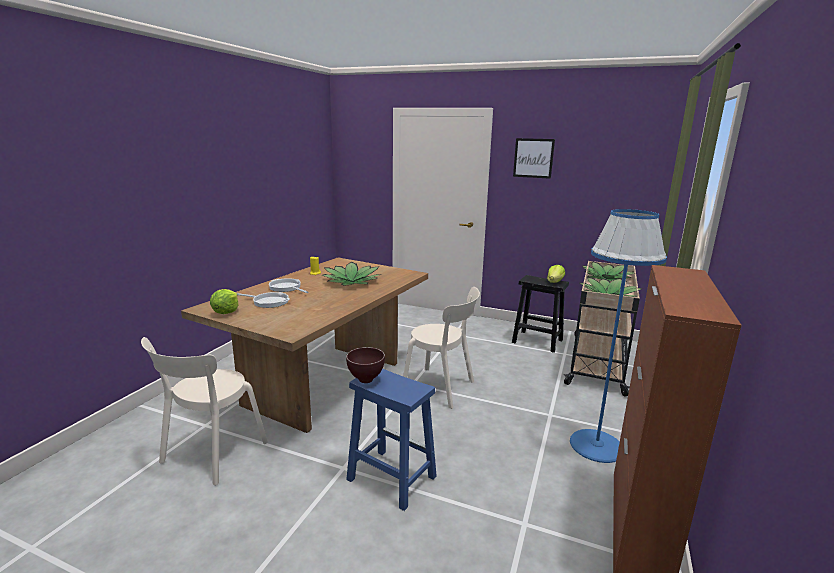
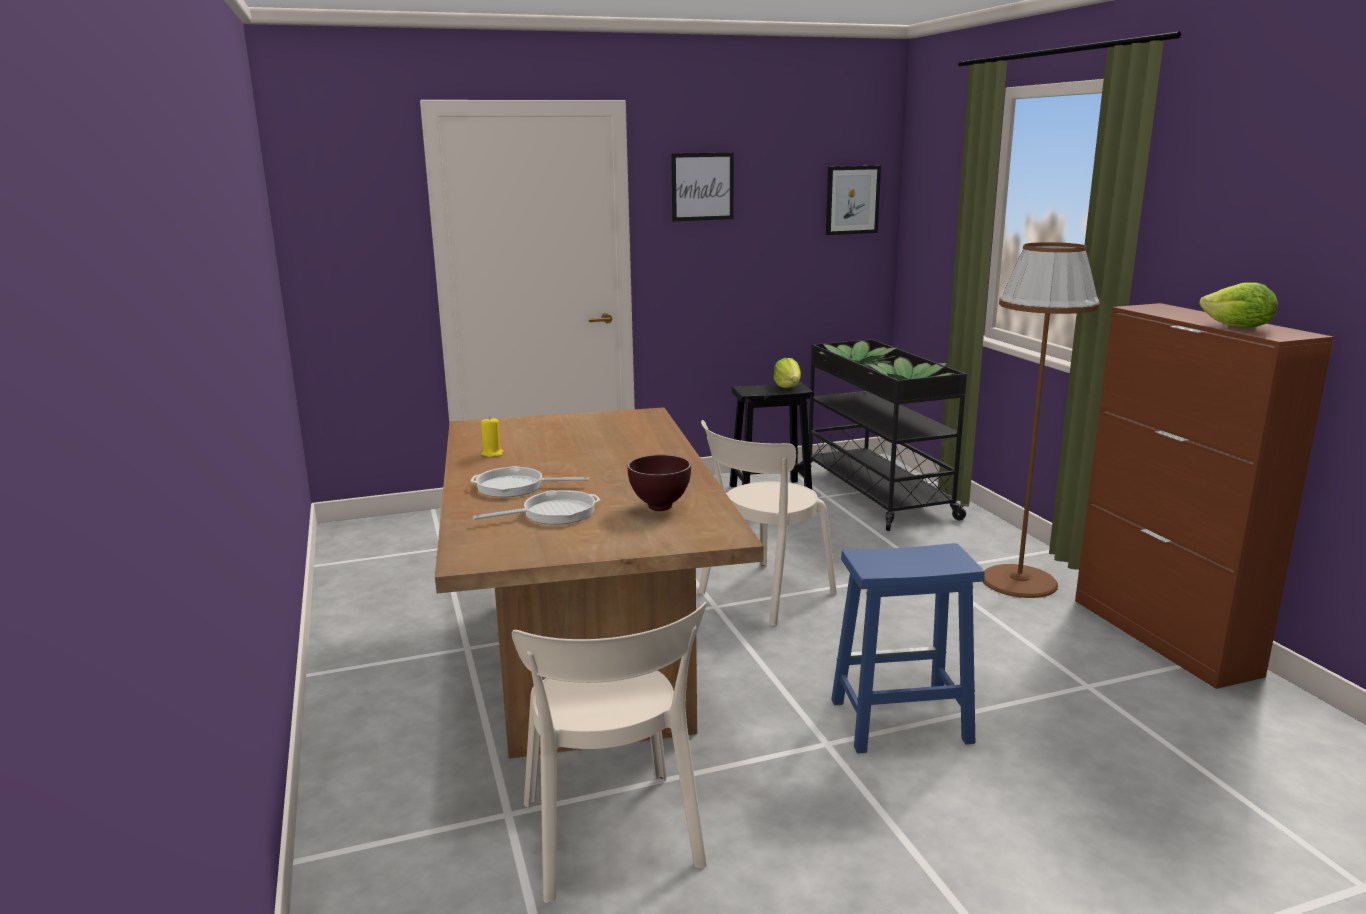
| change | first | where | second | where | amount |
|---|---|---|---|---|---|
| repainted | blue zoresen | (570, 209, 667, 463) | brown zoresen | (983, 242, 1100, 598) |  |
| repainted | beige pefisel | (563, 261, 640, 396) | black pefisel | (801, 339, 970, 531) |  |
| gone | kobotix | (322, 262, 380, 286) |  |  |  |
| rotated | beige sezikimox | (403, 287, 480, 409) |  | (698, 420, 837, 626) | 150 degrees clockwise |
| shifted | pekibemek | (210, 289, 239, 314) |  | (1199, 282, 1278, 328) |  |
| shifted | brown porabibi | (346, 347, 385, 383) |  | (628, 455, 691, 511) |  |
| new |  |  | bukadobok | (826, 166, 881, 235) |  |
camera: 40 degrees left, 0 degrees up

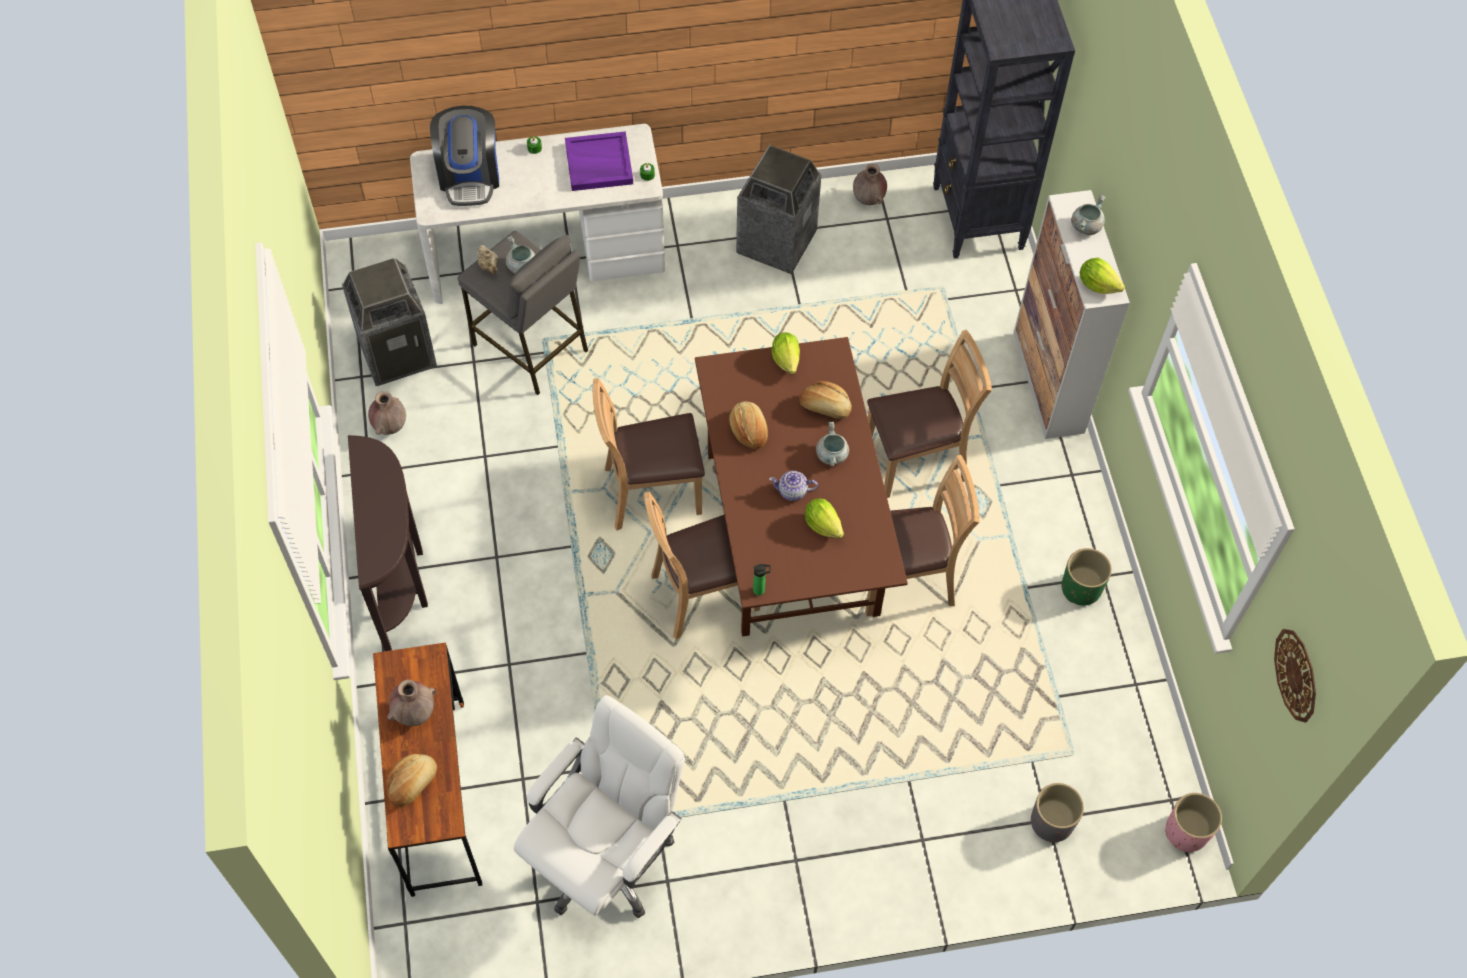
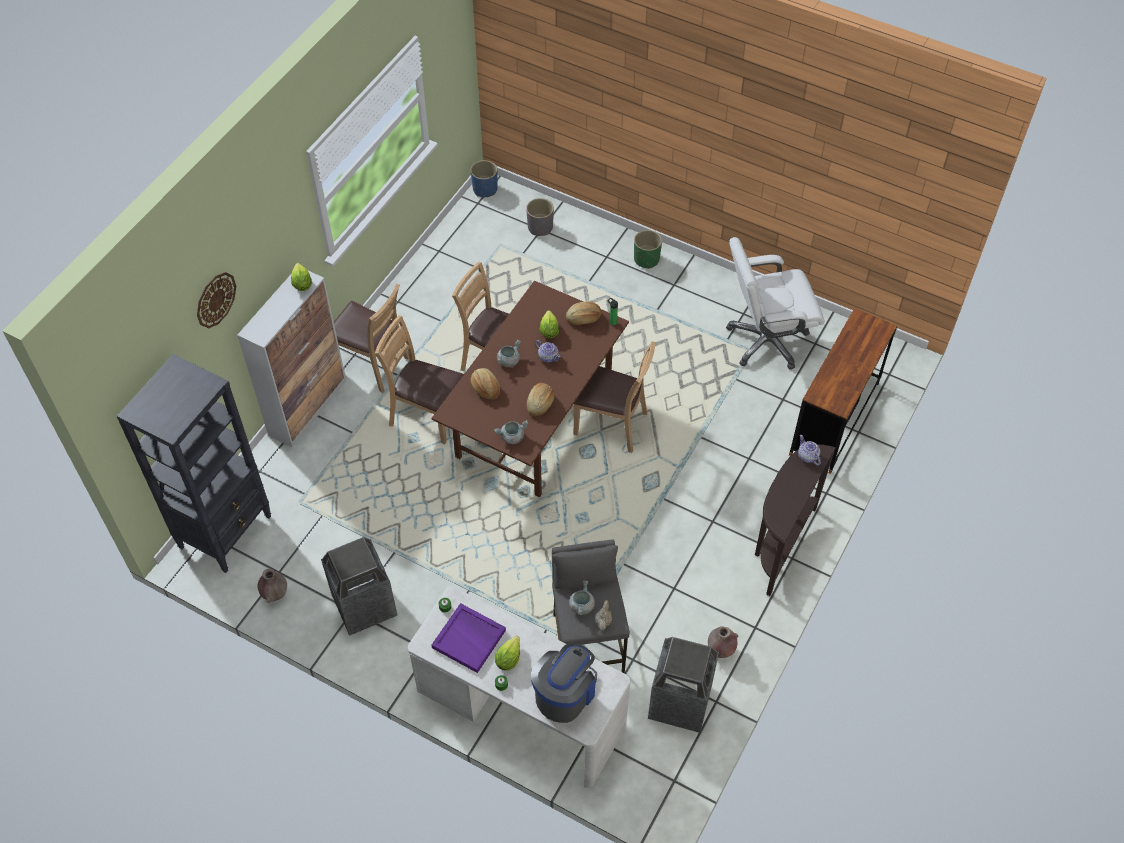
| change | first | where | second | where | amount |
|---|---|---|---|---|---|
| shifted | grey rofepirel | (1071, 195, 1106, 235) |  | (494, 420, 528, 444) |  |
| shifted | pekibemek | (772, 332, 800, 374) |  | (494, 636, 520, 670) |  |
| shifted | brown sezikimox | (593, 378, 705, 531) |  | (334, 284, 409, 393) |  |
| shifted | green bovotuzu | (1061, 548, 1112, 605) |  | (634, 230, 662, 269) |  |
| shifted | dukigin | (1274, 629, 1316, 723) |  | (197, 272, 236, 328) |  |
| gone | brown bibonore | (387, 680, 436, 726) |  |  |  |
| shifted | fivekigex | (386, 754, 437, 807) |  | (566, 302, 602, 325) |  |
| repainted | pink bovotuzu | (1165, 793, 1222, 852) | blue bovotuzu | (471, 160, 498, 197) |  |
| new |  |  | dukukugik | (798, 435, 821, 466) |  |
camera: 140 degrees left, 5 degrees down

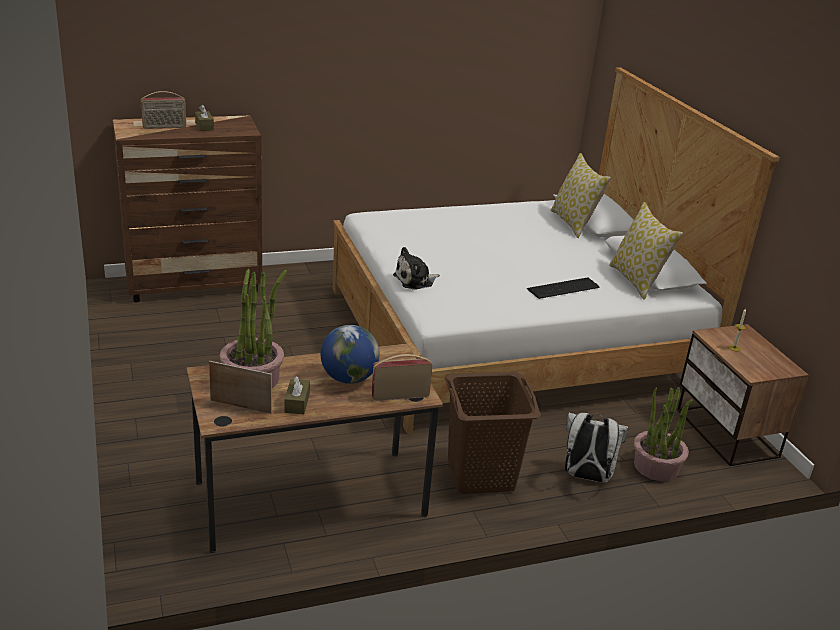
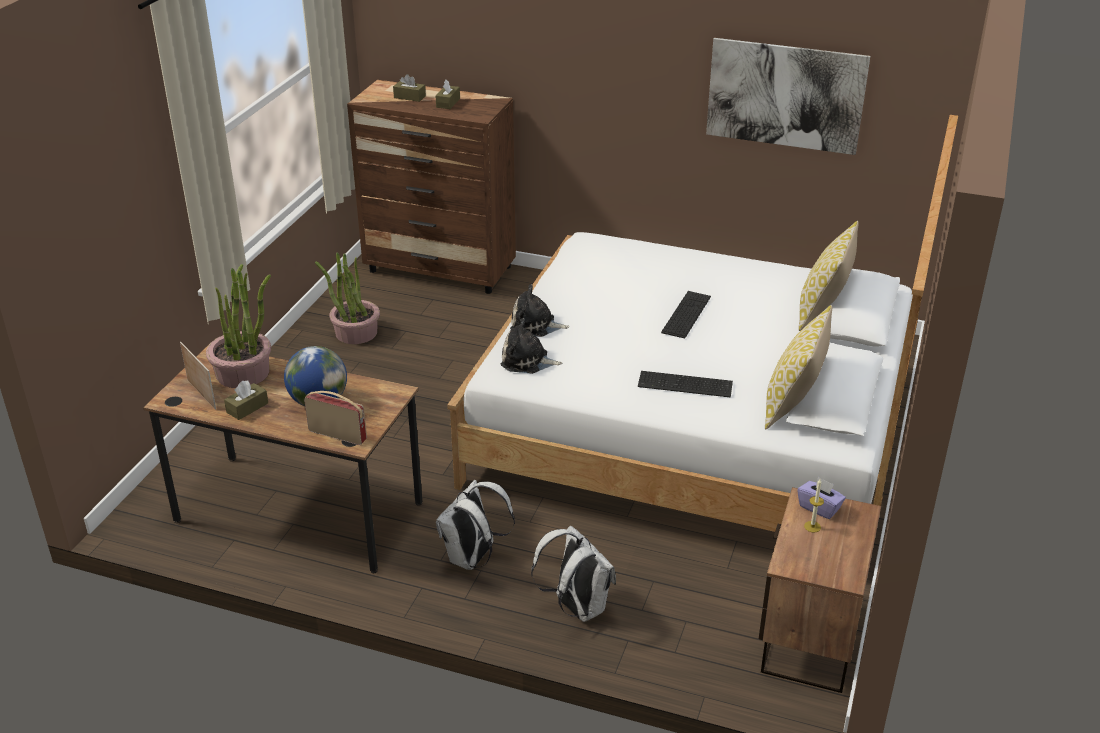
| change | first | where | second | where | amount |
|---|---|---|---|---|---|
| swapped | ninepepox | (140, 91, 186, 129) | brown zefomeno | (393, 74, 426, 102) |  |
| swapped | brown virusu | (445, 372, 541, 494) | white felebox | (436, 480, 515, 570) |  |
| shifted | kobotix | (634, 387, 693, 481) |  | (315, 252, 380, 344) |  |
| new |  |  | bukadobok | (706, 38, 870, 155) |  |
| new |  |  | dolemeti | (661, 291, 711, 338) |  |
| new |  |  | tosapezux | (501, 318, 562, 374) |  |
| new |  |  | purple zefomeno | (797, 477, 846, 519) |  |
camera: 40 degrees right, 5 degrees up

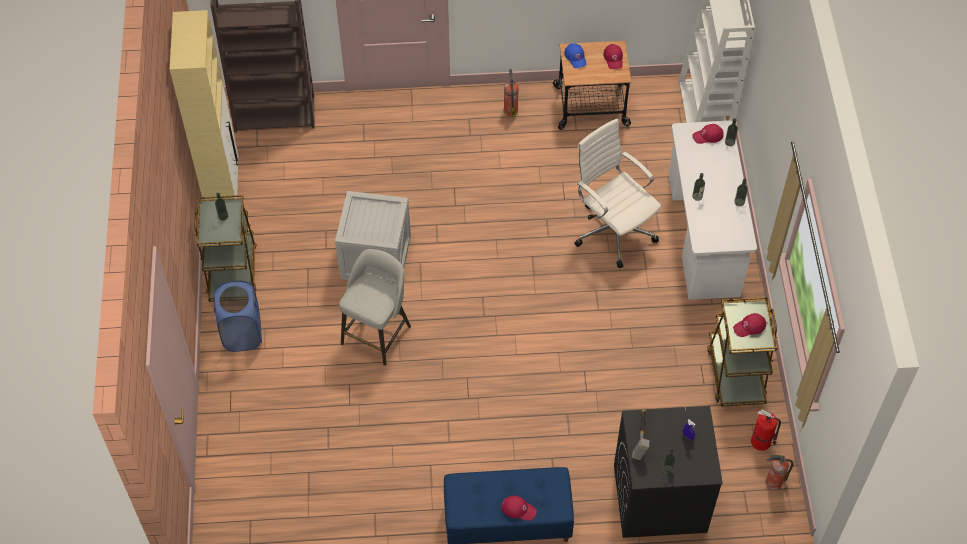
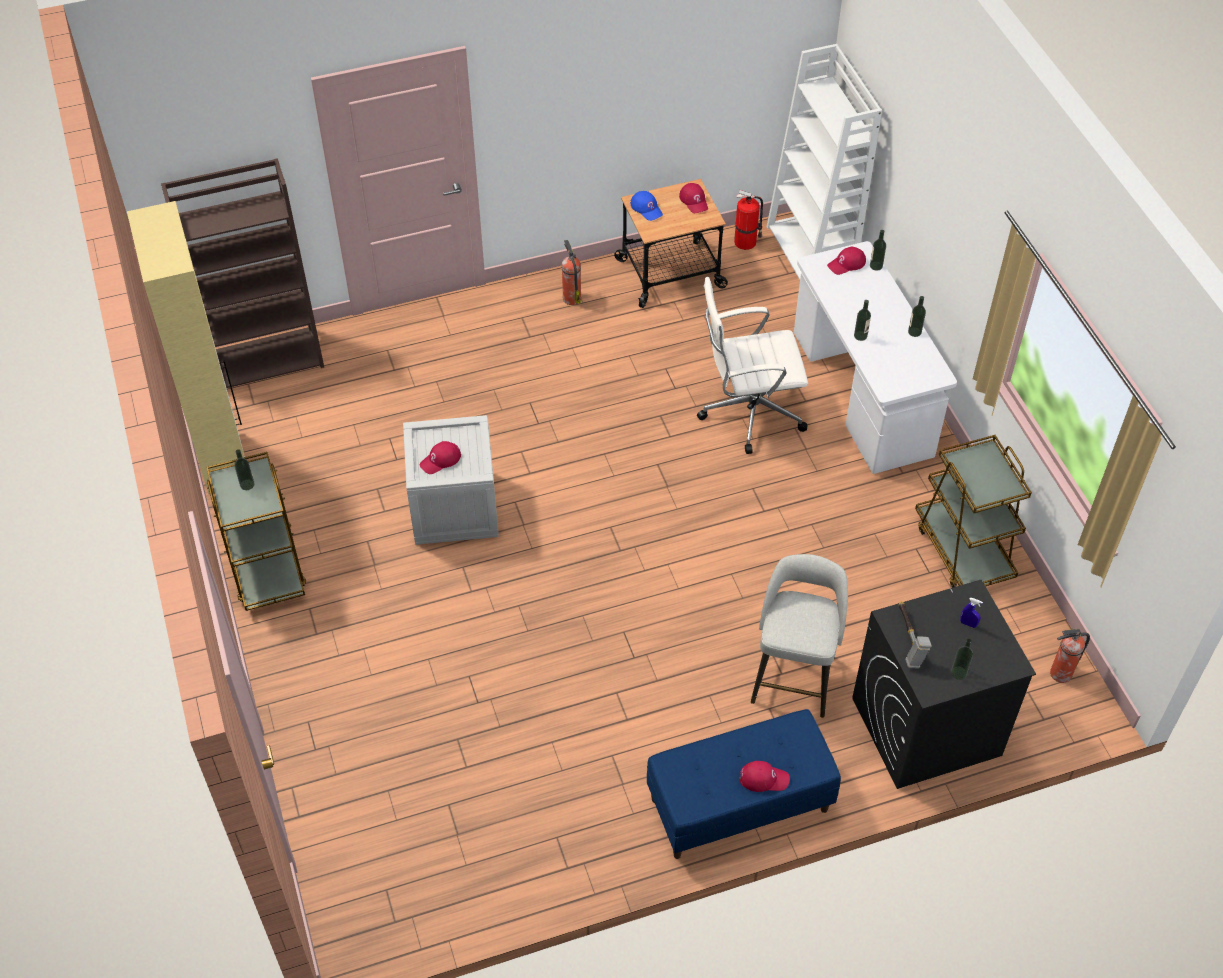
| change | first | where | second | where | amount |
|---|---|---|---|---|---|
| rotated | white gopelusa | (574, 119, 661, 268) |  | (697, 277, 808, 454) | 45 degrees counterclockwise |
| shifted | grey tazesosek | (339, 249, 411, 366) |  | (751, 554, 848, 718) |  |
| gone | blue virusu | (214, 281, 262, 352) |  |  |  |
| shifted | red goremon | (733, 313, 766, 337) |  | (419, 441, 461, 474) |  |
| shifted | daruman | (751, 409, 781, 451) |  | (734, 190, 763, 250) |  |
camera: 15 degrees left, 5 degrees down

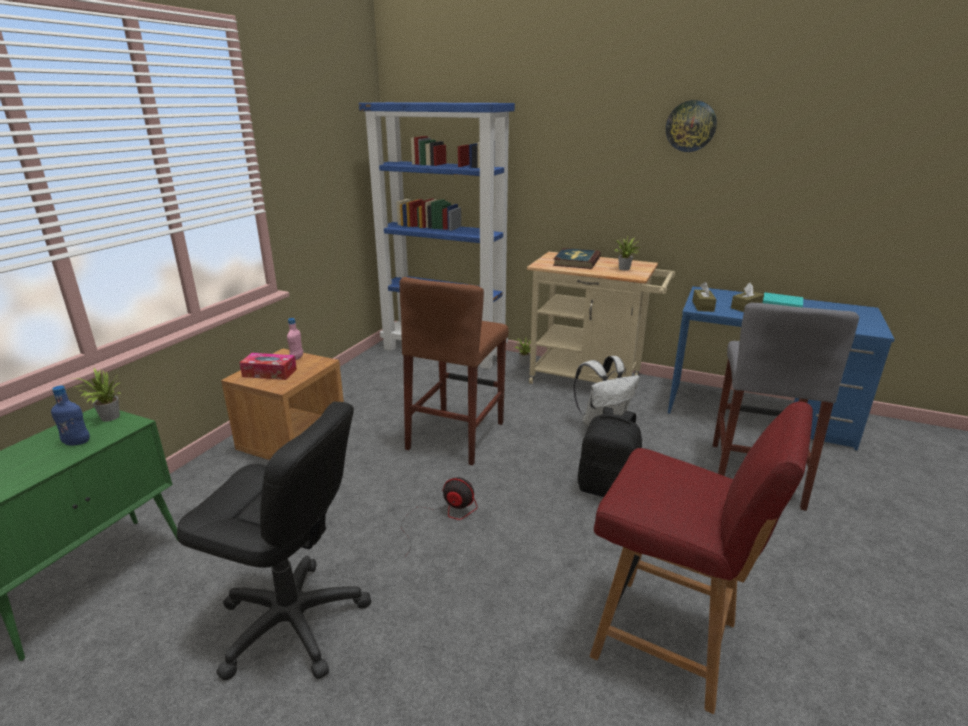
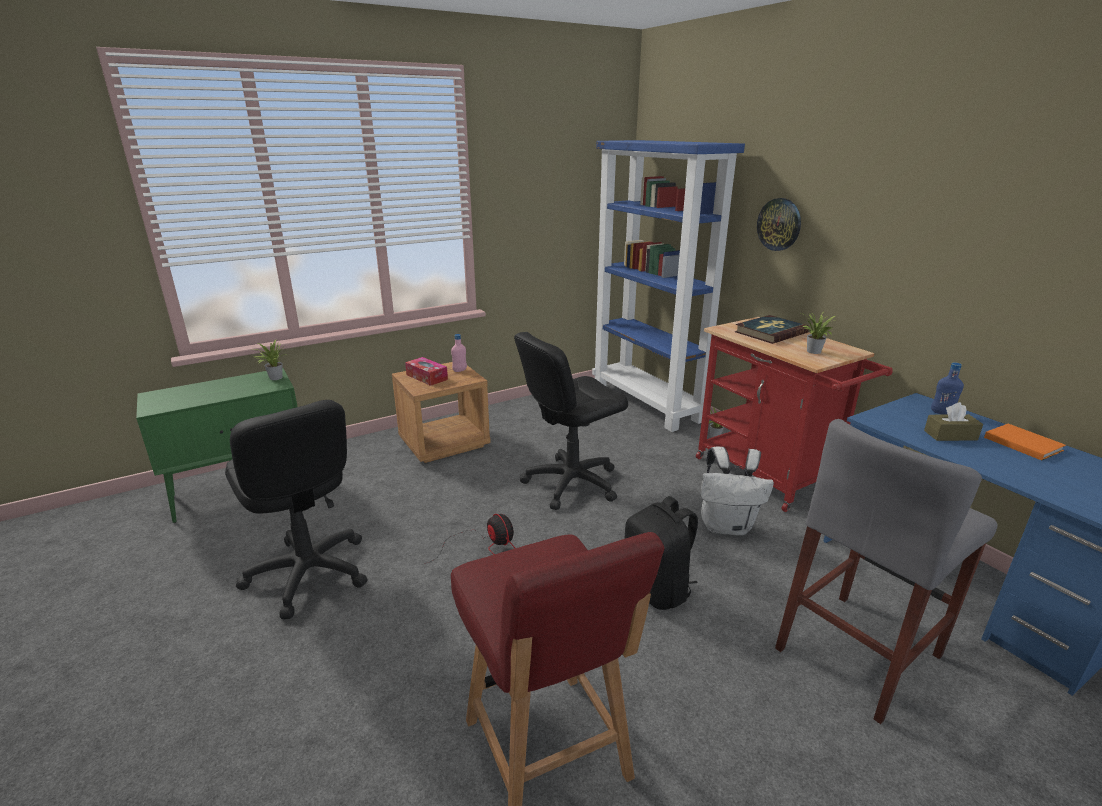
| change | first | where | second | where | amount |
|---|---|---|---|---|---|
| shifted | dukigin | (666, 100, 717, 152) |  | (757, 198, 801, 251) |  |
| repainted | beige pefisel | (527, 252, 675, 384) | red pefisel | (696, 317, 893, 512) |  |
| swapped | brown tazesosek | (400, 277, 509, 465) | black gopelusa | (514, 332, 628, 510) |  |
| gone | brown zefomeno | (692, 282, 717, 312) |  |  |  |
| repainted | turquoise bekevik | (763, 292, 803, 307) | orange bekevik | (984, 424, 1066, 461) |  |
| shifted | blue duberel | (51, 385, 90, 445) |  | (931, 363, 964, 415) |  |
camera: 35 degrees right, 0 degrees up

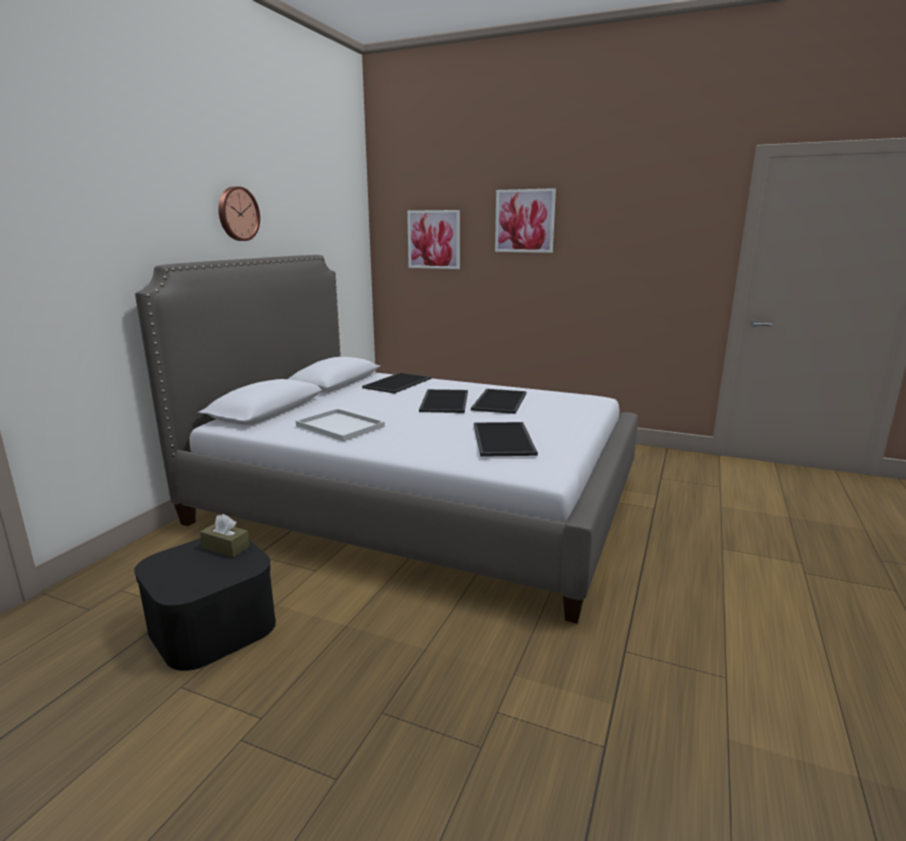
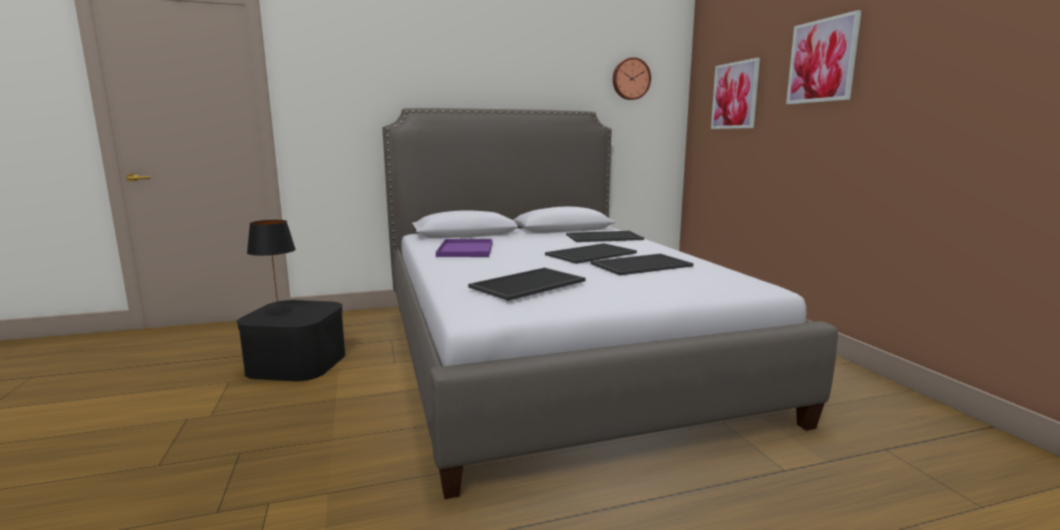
| change | first | where | second | where | amount |
|---|---|---|---|---|---|
| shifted | dukigin | (218, 186, 260, 241) |  | (613, 57, 651, 100) |  |
| repainted | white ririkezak | (296, 408, 385, 441) | purple ririkezak | (436, 239, 492, 257) |  |
| gone | brown zefomeno | (200, 514, 250, 557) |  |  |  |
| new |  |  | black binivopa | (247, 220, 296, 315) |  |
camera: 50 degrees right, 5 degrees down

